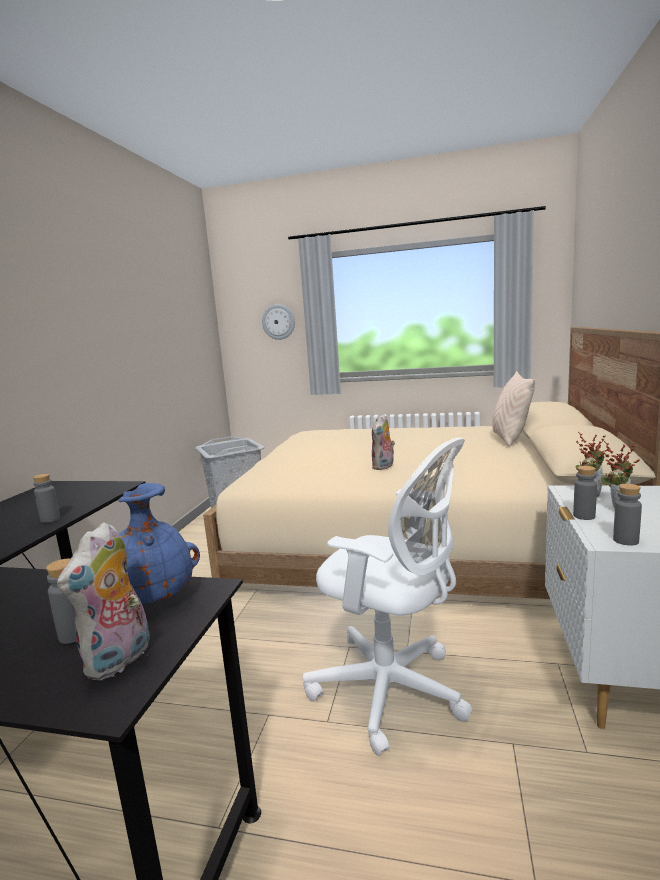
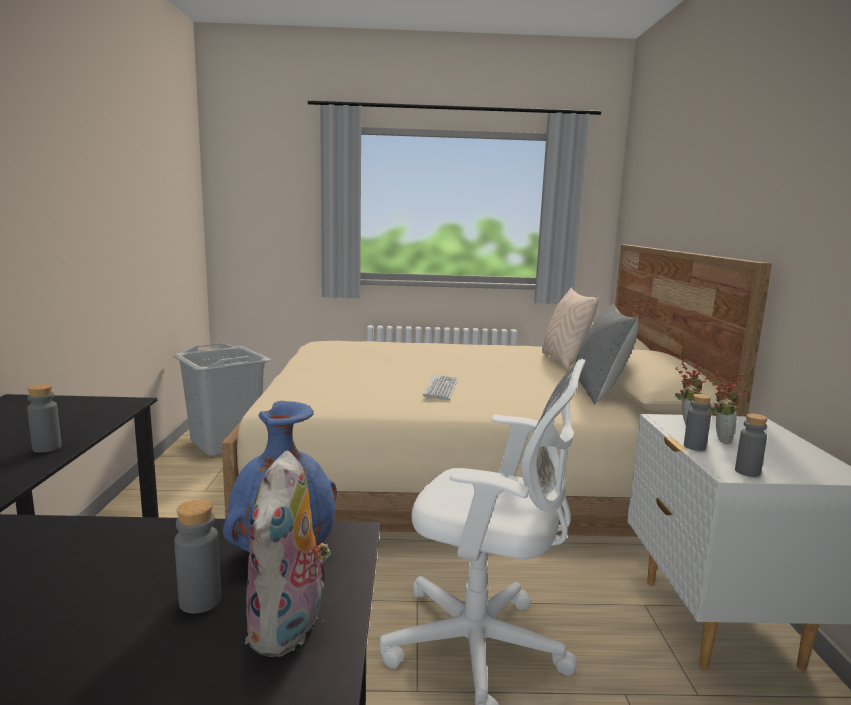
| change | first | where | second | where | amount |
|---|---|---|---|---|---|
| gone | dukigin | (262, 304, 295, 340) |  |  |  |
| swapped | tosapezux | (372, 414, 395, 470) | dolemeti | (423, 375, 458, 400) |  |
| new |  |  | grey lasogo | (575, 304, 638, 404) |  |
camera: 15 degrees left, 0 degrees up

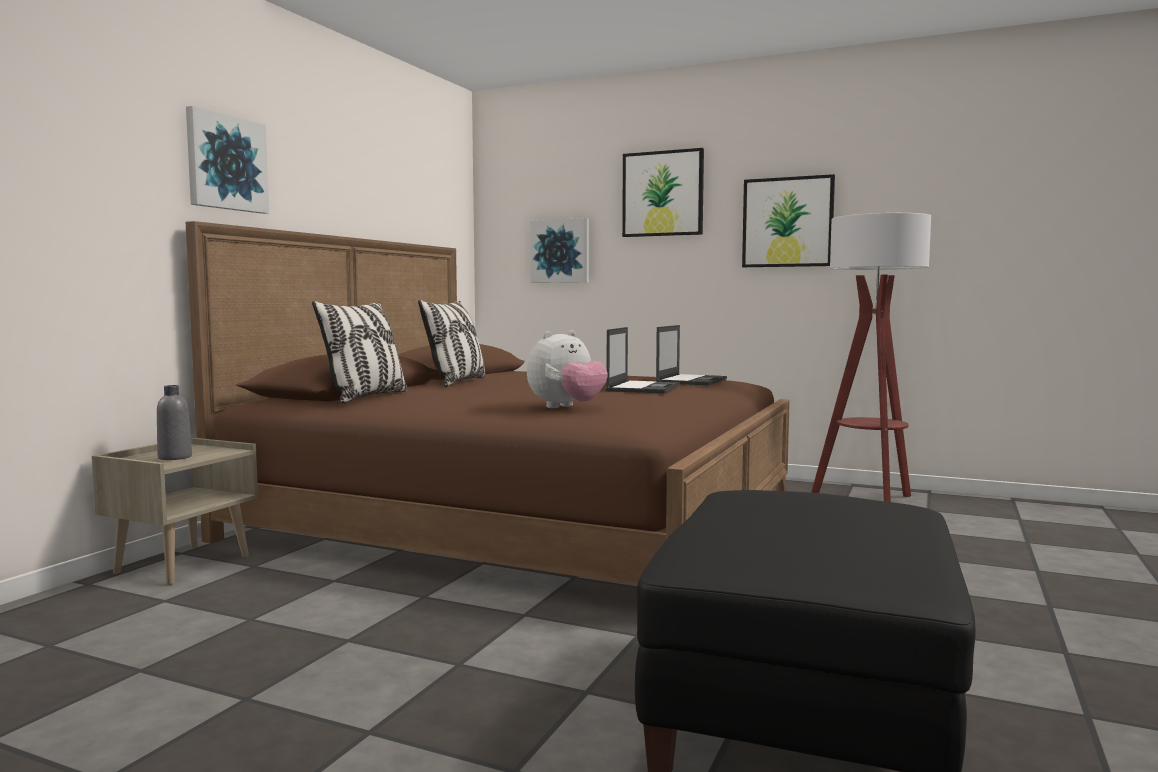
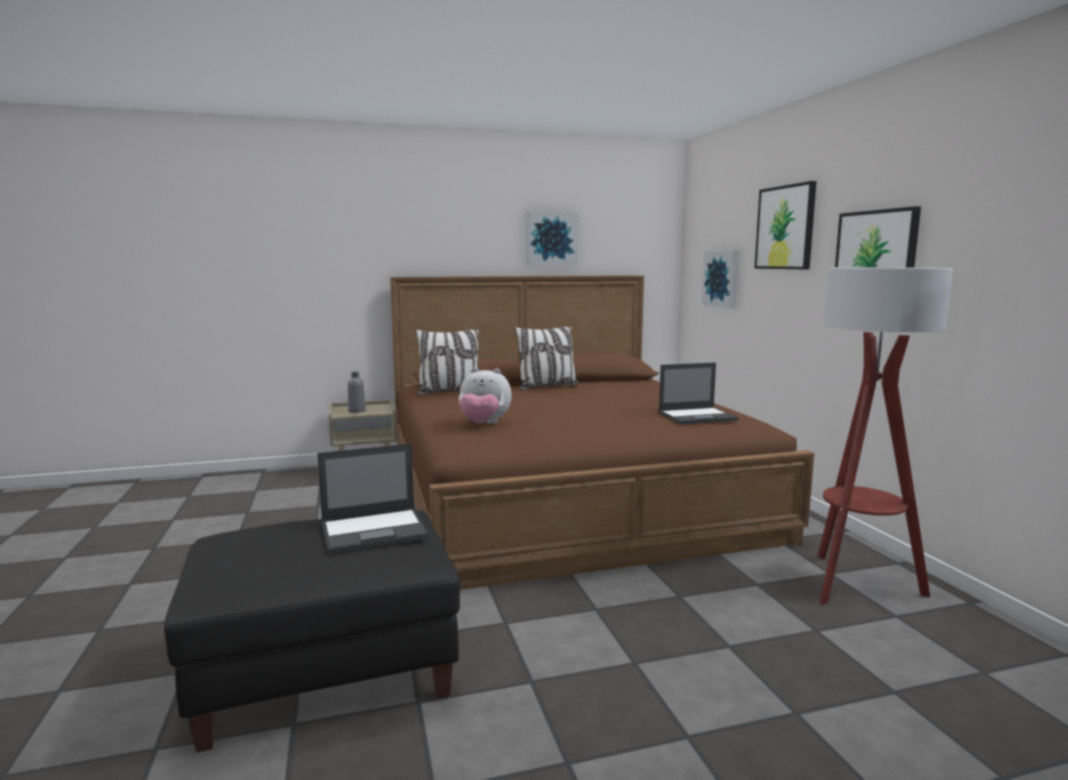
| change | first | where | second | where | amount |
|---|---|---|---|---|---|
| shifted | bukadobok | (186, 106, 269, 214) |  | (526, 211, 578, 265) |  |
| shifted | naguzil | (606, 327, 680, 393) |  | (317, 444, 429, 554) |  |
camera: 50 degrees right, 5 degrees up

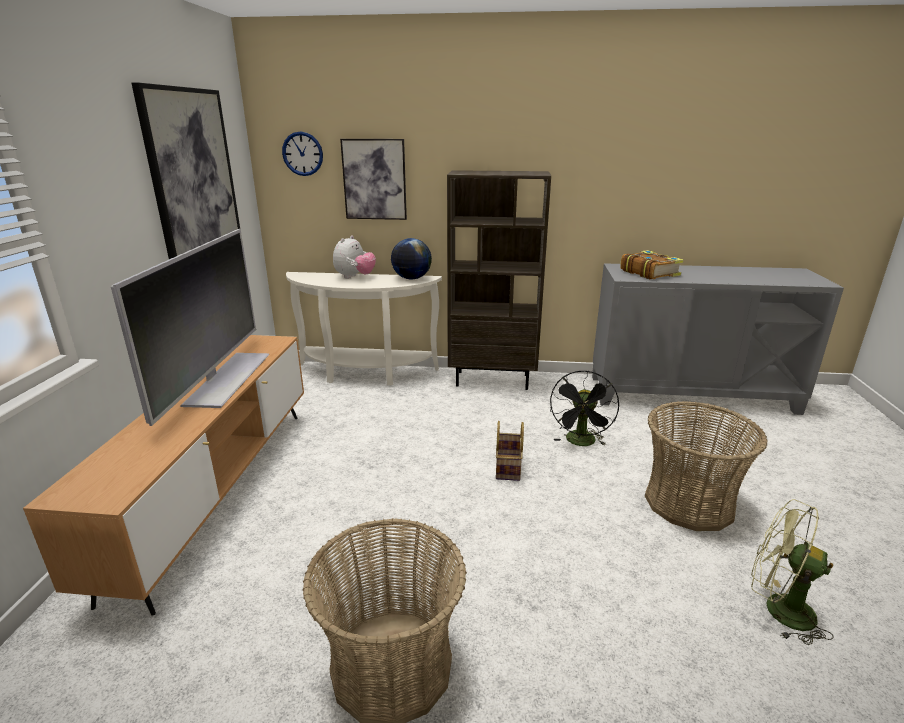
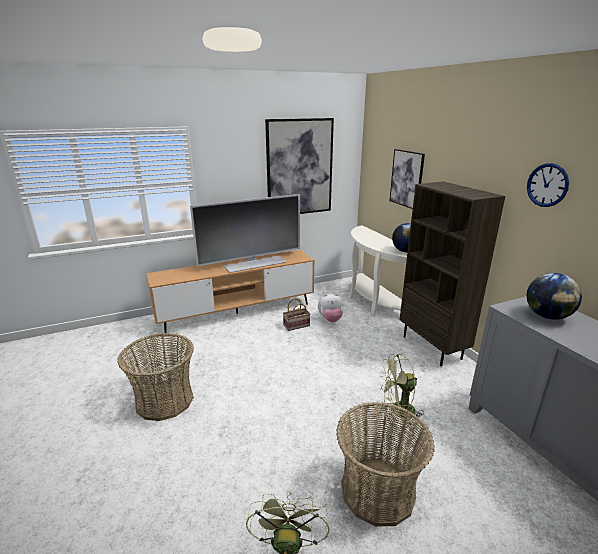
| change | first | where | second | where | amount |
|---|---|---|---|---|---|
| shifted | dukigin | (282, 131, 323, 176) |  | (527, 163, 569, 207) |  |
| shifted | tosapezux | (333, 235, 376, 279) |  | (318, 293, 343, 322) |  |
| swapped | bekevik | (620, 250, 684, 279) | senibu | (527, 273, 582, 320) |  |
| repainted | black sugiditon | (550, 371, 619, 446) | green sugiditon | (379, 354, 424, 425) |  |
| shifted | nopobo | (496, 421, 524, 481) |  | (283, 298, 310, 331) |  |
camera: 60 degrees right, 0 degrees up

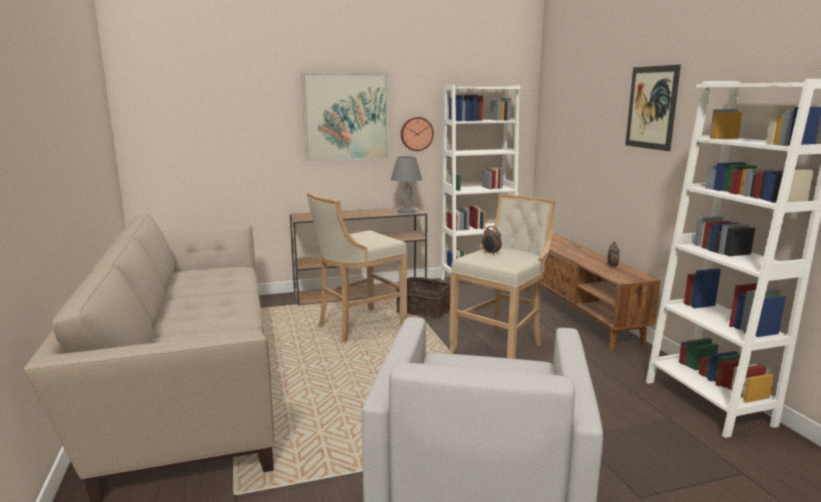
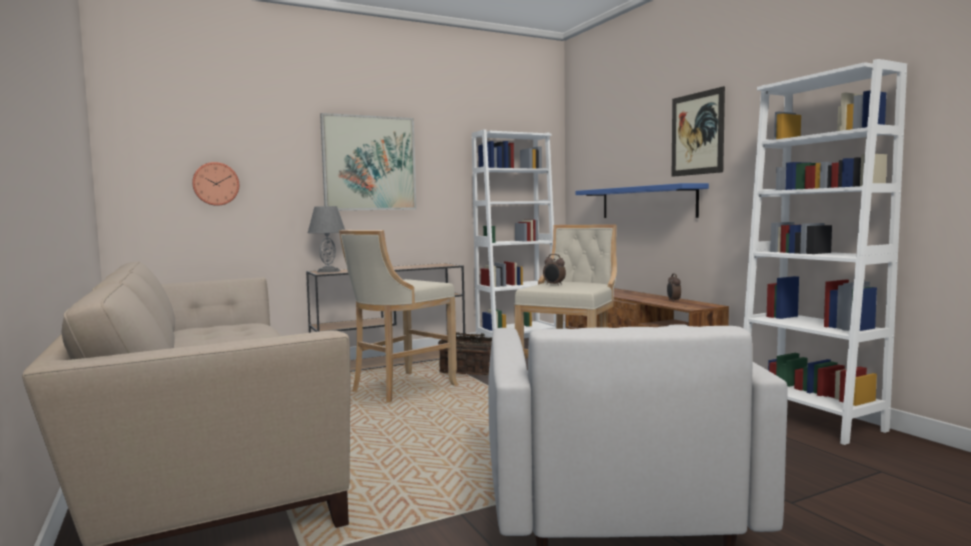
| change | first | where | second | where | amount |
|---|---|---|---|---|---|
| shifted | dukigin | (401, 117, 434, 151) |  | (192, 162, 239, 206) |  |
| shifted | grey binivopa | (391, 156, 422, 214) |  | (308, 206, 345, 273) |  |
| new |  |  | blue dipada | (576, 183, 709, 218) |  |
camera: 10 degrees left, 10 degrees down

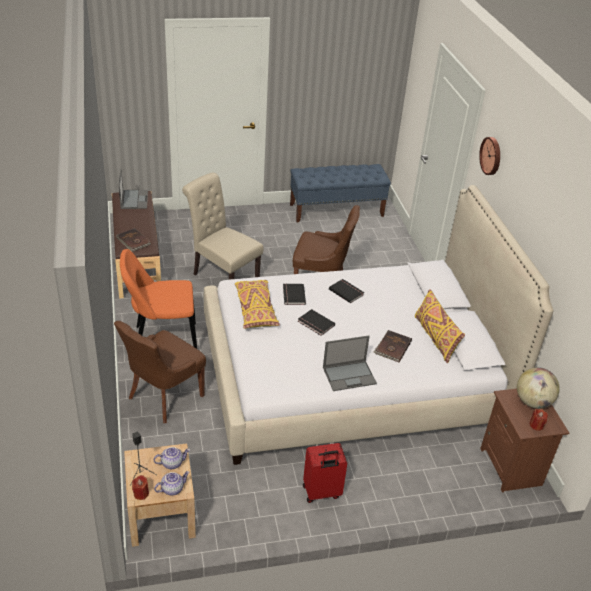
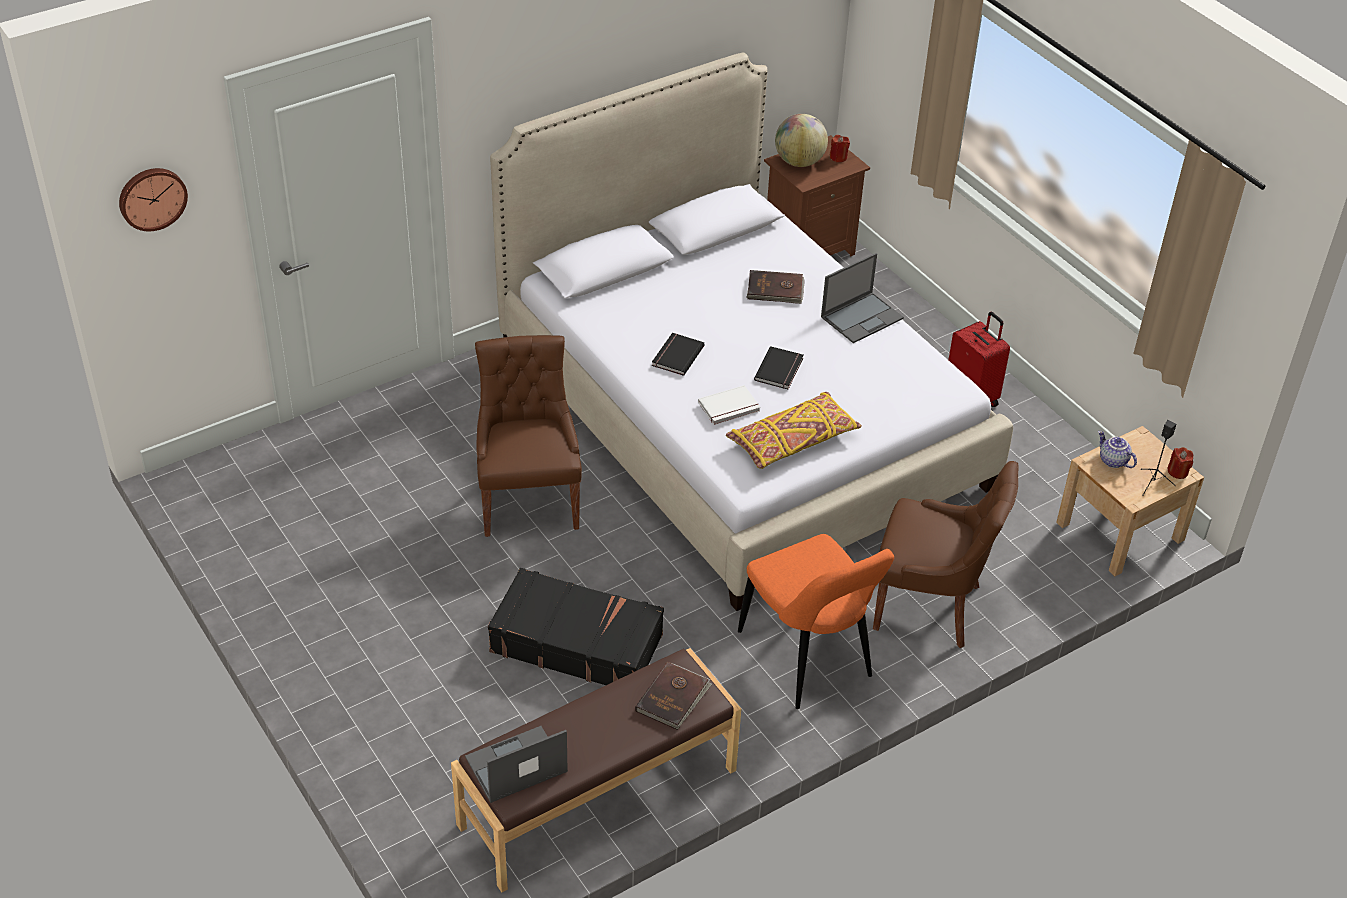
| change | first | where | second | where | amount |
|---|---|---|---|---|---|
| shifted | dukigin | (479, 137, 500, 175) |  | (119, 168, 188, 231) |  |
| gone | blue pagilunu | (290, 164, 391, 222) |  |  |  |
| swapped | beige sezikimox | (182, 173, 263, 280) | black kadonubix | (488, 568, 664, 685) |  |
| repainted | black bekevik | (283, 284, 306, 305) | white bekevik | (698, 385, 761, 425) |  |
| gone | yellow lasogo | (415, 289, 465, 363) |  |  |  |
| rotated | naguzil | (323, 335, 377, 391) |  | (821, 253, 904, 343) | 90 degrees clockwise |
| gone | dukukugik | (154, 471, 190, 495) |  |  |  |
camera: 110 degrees left, 5 degrees up

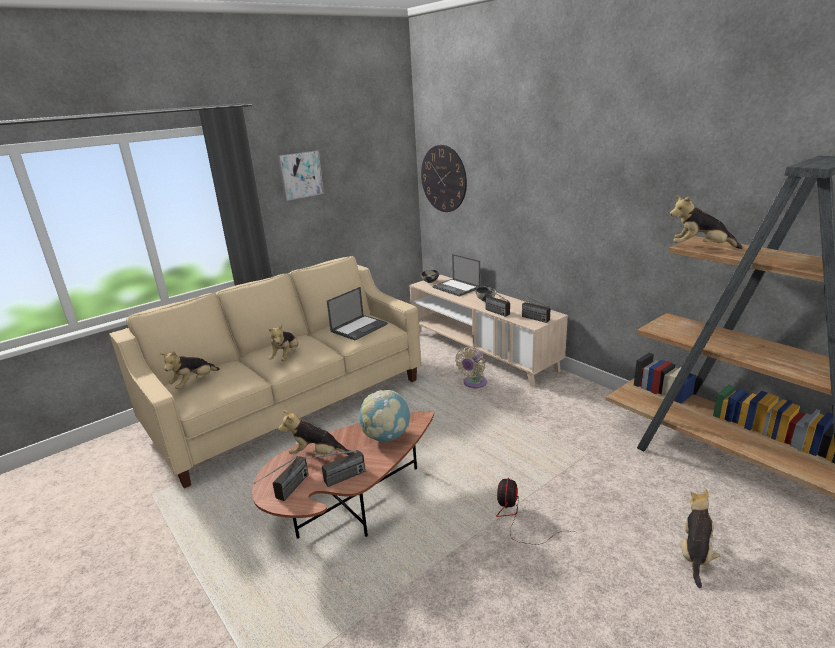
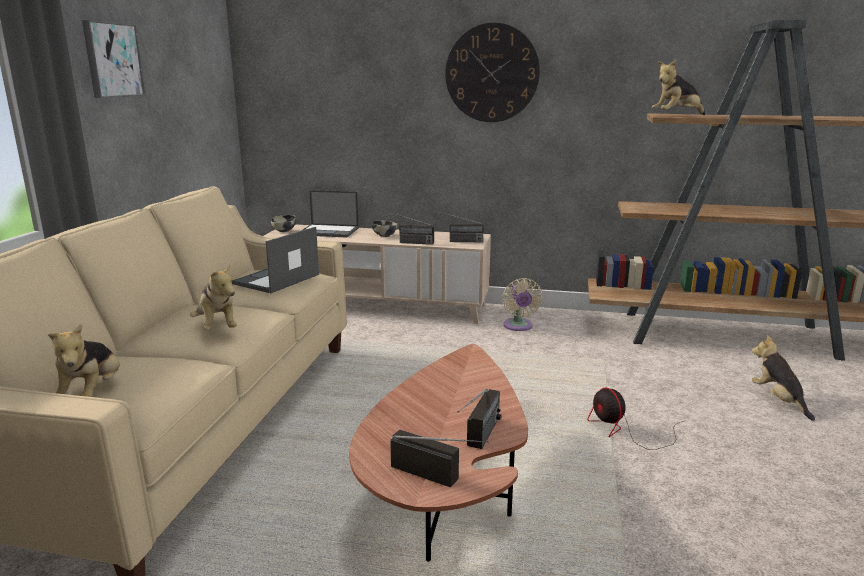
| change | first | where | second | where | amount |
|---|---|---|---|---|---|
| shifted | dukigin | (421, 145, 467, 212) |  | (445, 23, 540, 122) |  |
| rotated | naguzil | (327, 287, 388, 341) |  | (232, 227, 319, 293) | 150 degrees counterclockwise |
| shifted | beige sugiditon | (455, 347, 487, 388) |  | (502, 278, 543, 331) |  |
| gone | senibu | (359, 390, 411, 442) |  |  |  |
| gone | tosapezux | (278, 410, 354, 455) |  |  |  |
| rotated | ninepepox | (255, 456, 309, 501) |  | (390, 430, 489, 487) | 45 degrees counterclockwise |
camera: 40 degrees left, 5 degrees down

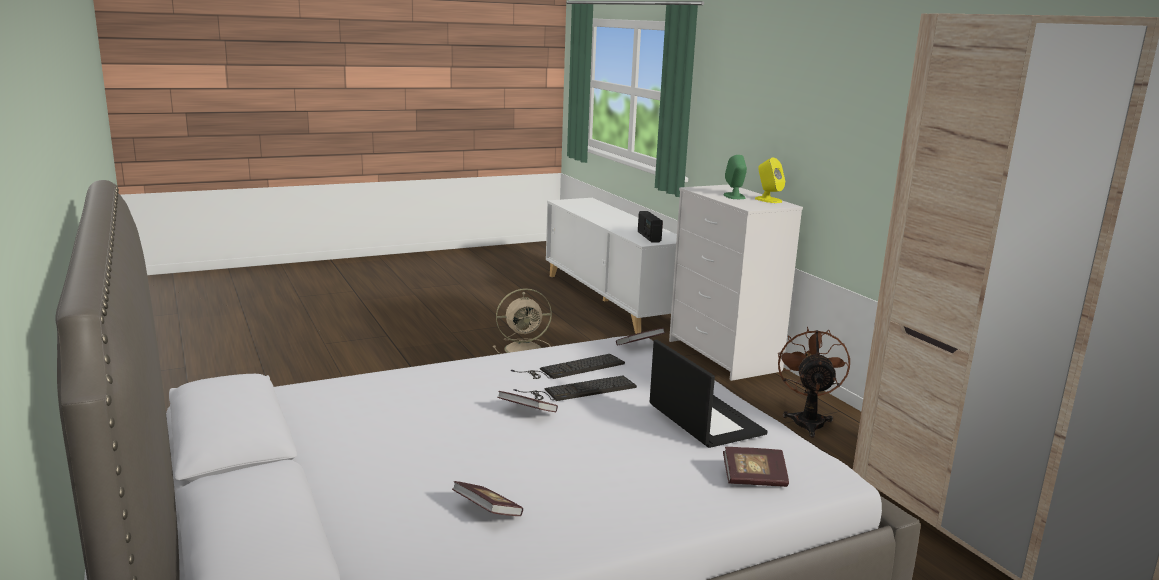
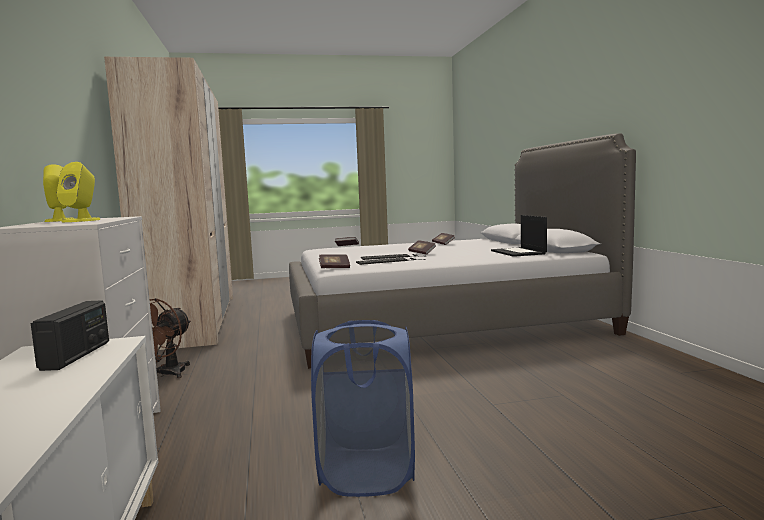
| change | first | where | second | where | amount |
|---|---|---|---|---|---|
| repainted | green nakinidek | (723, 155, 747, 199) | yellow nakinidek | (57, 162, 101, 222) |  |
| swapped | beige sugiditon | (493, 288, 552, 354) | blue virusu | (311, 320, 415, 497) |  |
| shifted | naguzil | (650, 340, 767, 448) |  | (491, 215, 547, 257) |  |
camera: 165 degrees left, 10 degrees down

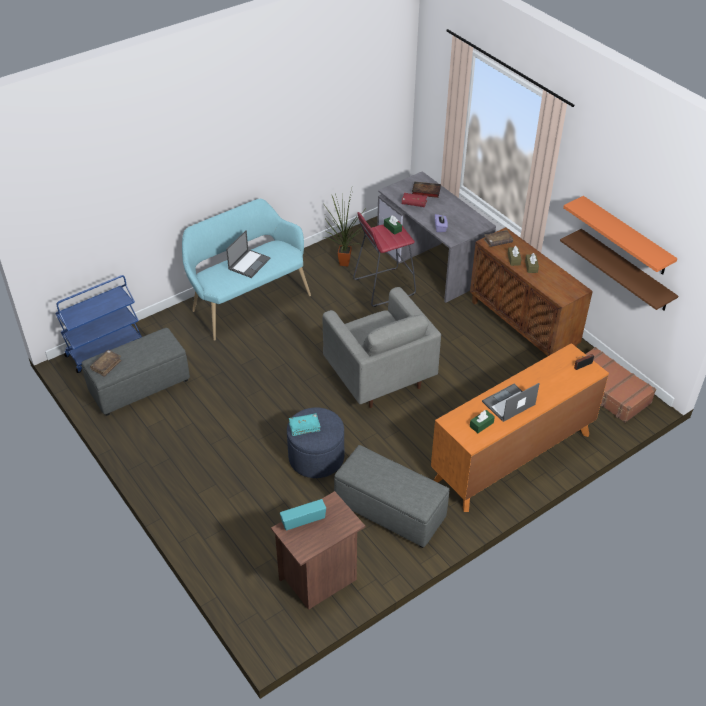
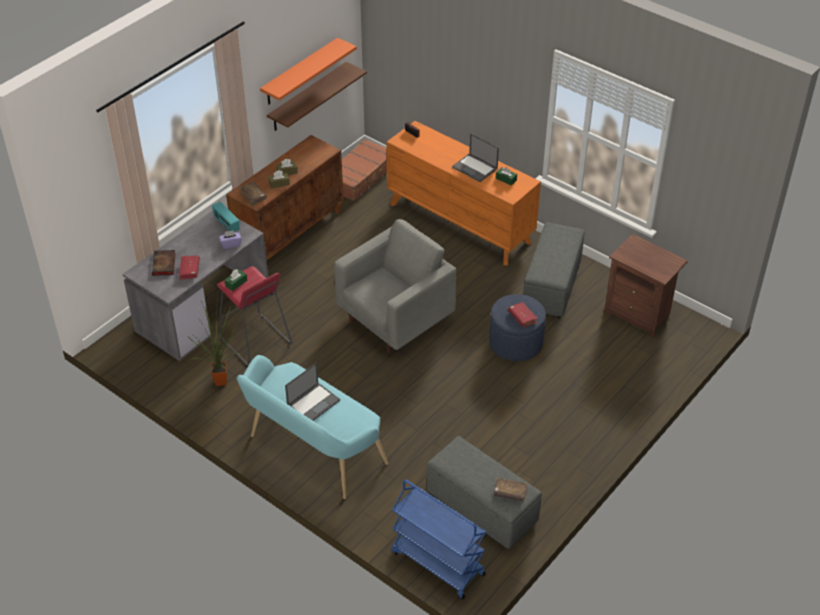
| change | first | where | second | where | amount |
|---|---|---|---|---|---|
| rotated | naguzil | (226, 230, 271, 278) |  | (285, 363, 340, 421) | 120 degrees clockwise |
| repainted | turquoise bekevik | (289, 413, 321, 436) | red bekevik | (508, 302, 538, 327) |  |
| shifted | ninepepox | (280, 499, 326, 530) |  | (212, 202, 240, 232) |  |
camera: 105 degrees left, 0 degrees up

